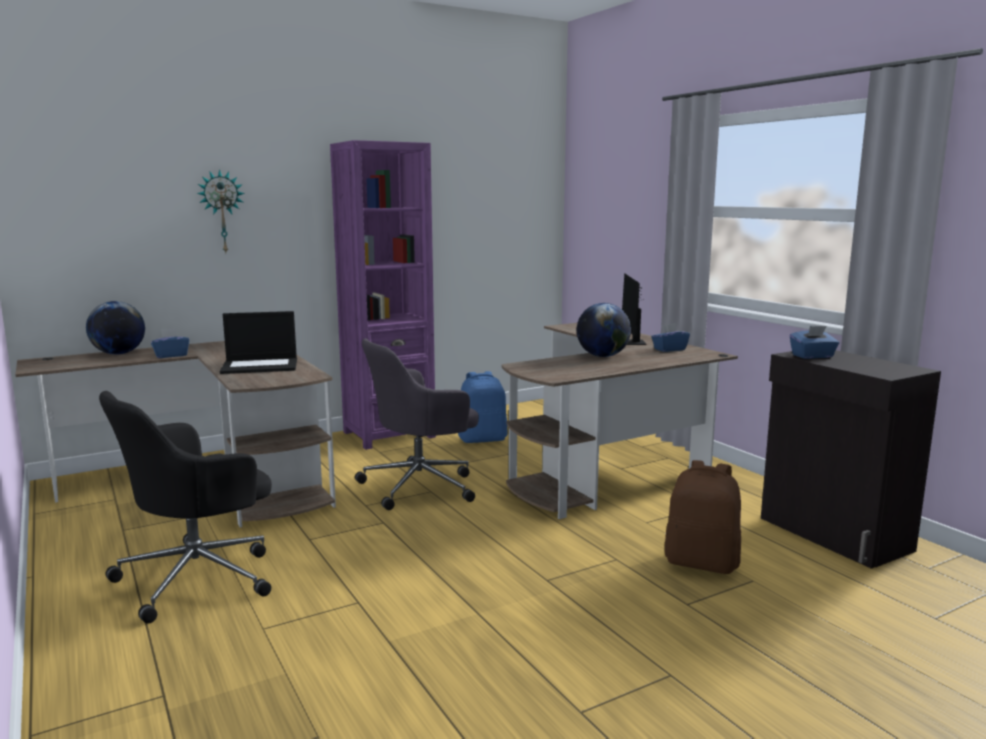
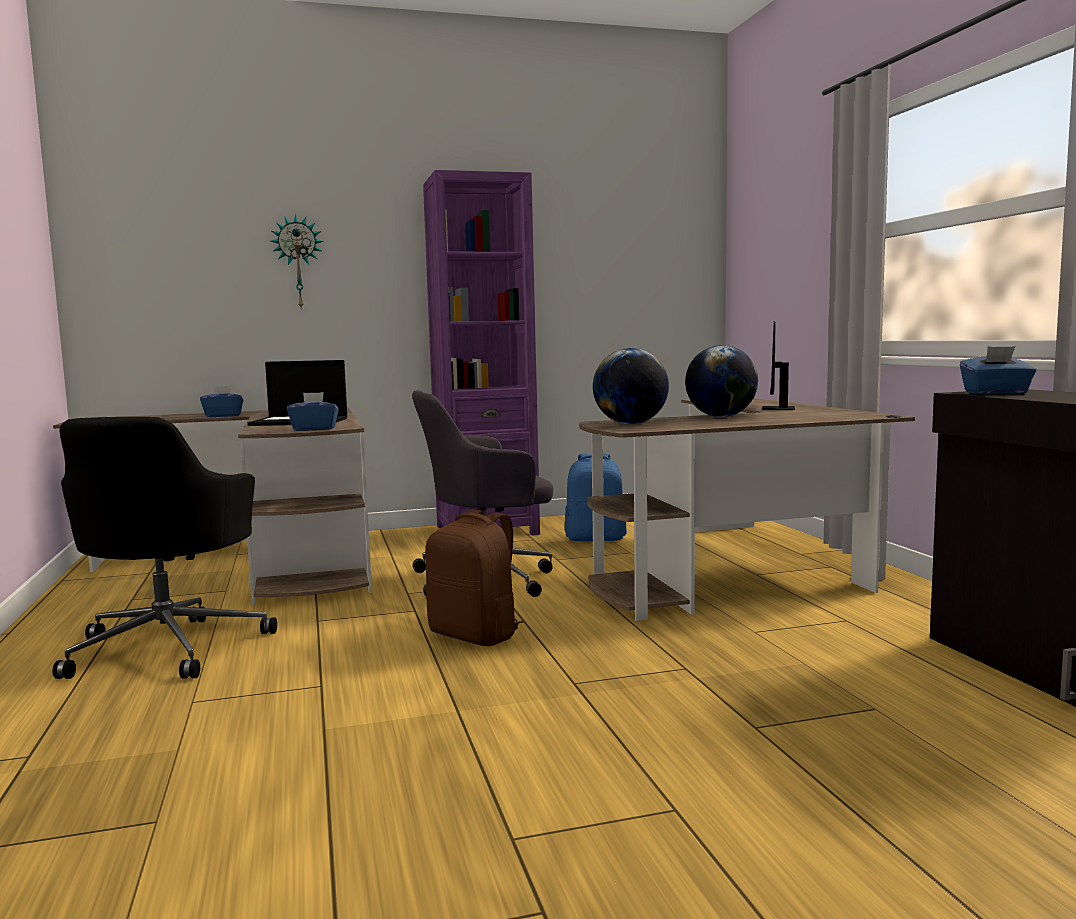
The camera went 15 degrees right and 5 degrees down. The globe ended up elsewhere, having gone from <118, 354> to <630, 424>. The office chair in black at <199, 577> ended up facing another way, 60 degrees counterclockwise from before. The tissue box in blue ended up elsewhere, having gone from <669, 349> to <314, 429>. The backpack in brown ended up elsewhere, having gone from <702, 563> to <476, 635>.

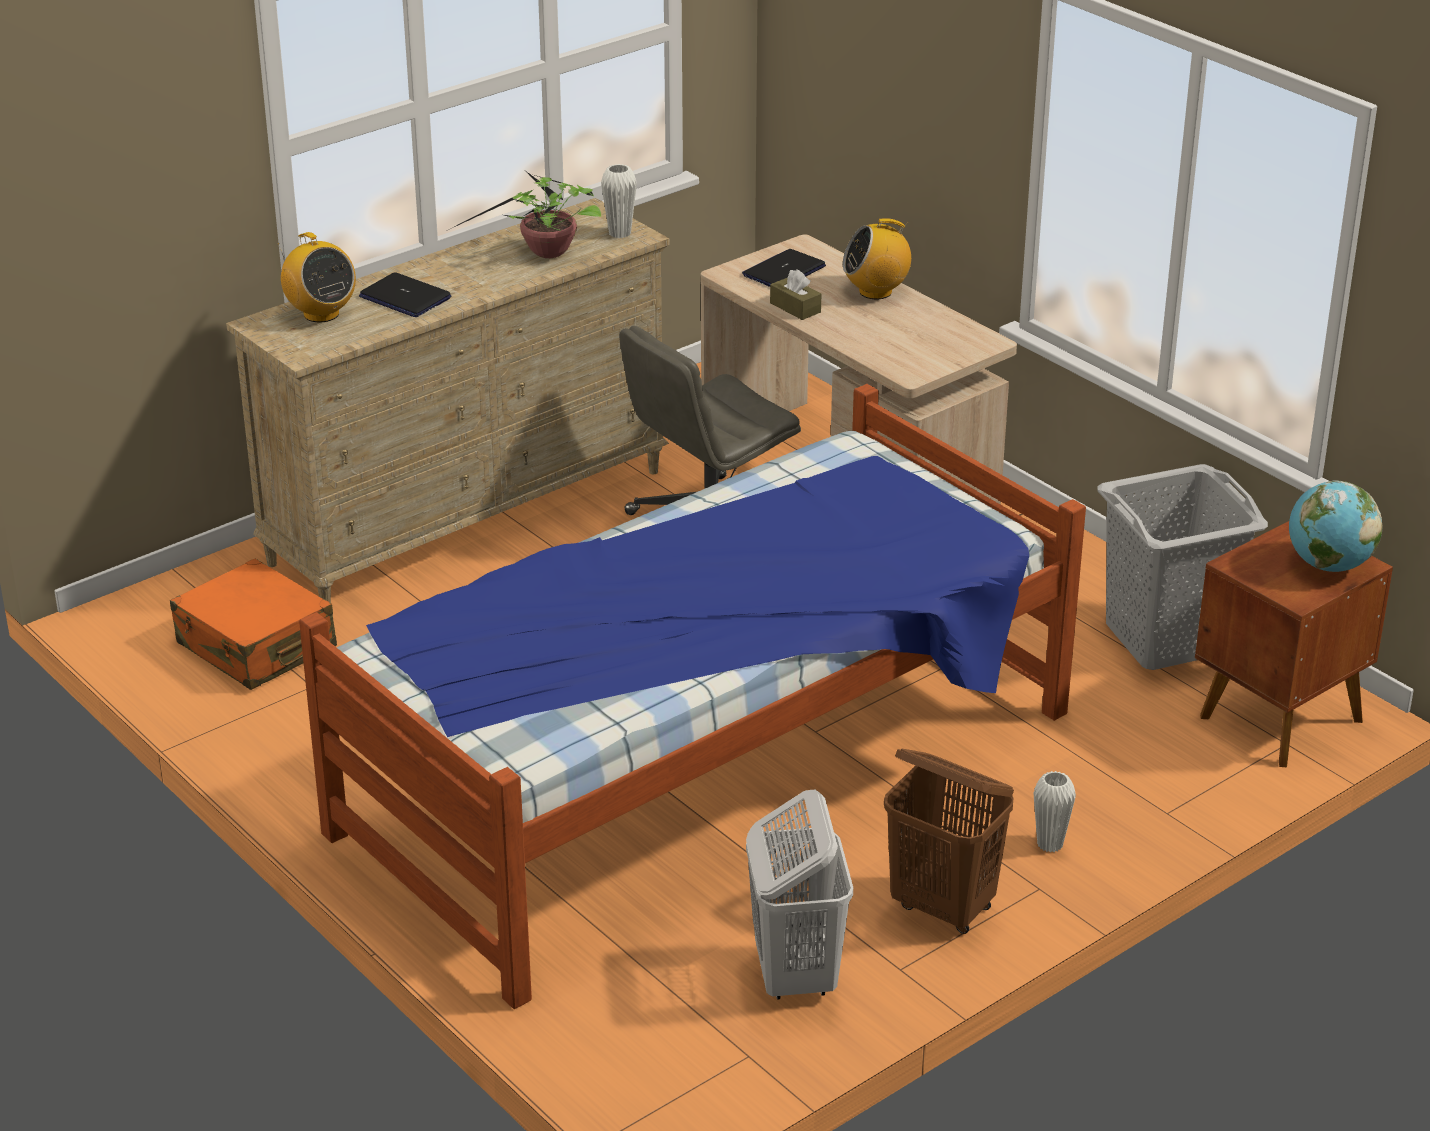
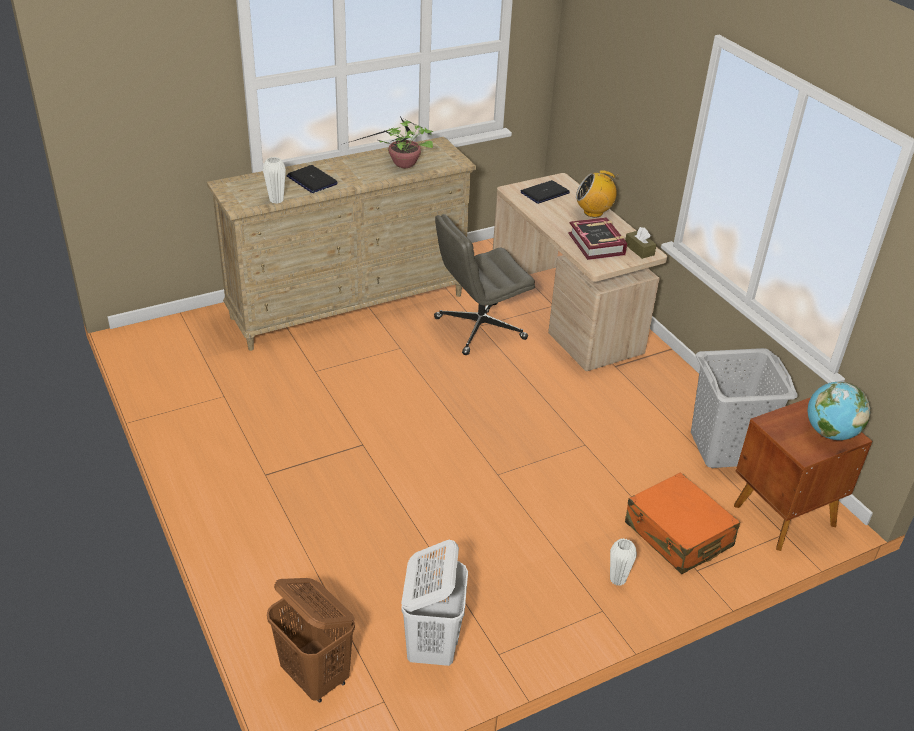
The camera went 10 degrees right and 5 degrees up. The suitcase in orange ended up elsewhere, having gone from <256, 646> to <678, 535>. The second view lost the radio at <321, 314>. The second view lost the bed at <709, 774>. The vase in white ended up elsewhere, having gone from <619, 233> to <276, 200>. The tissue box in brown ended up elsewhere, having gone from <795, 307> to <639, 250>. The laundry basket in brown ended up elsewhere, having gone from <943, 908> to <316, 677>. The second view gained the book at <597, 244>.

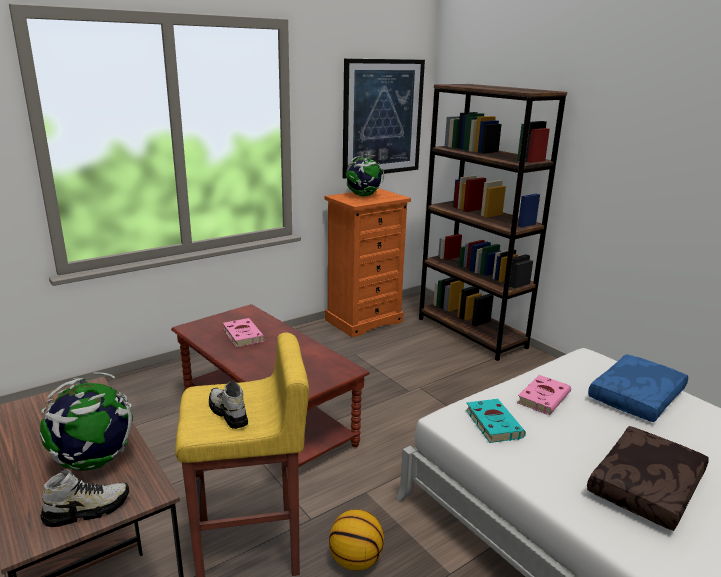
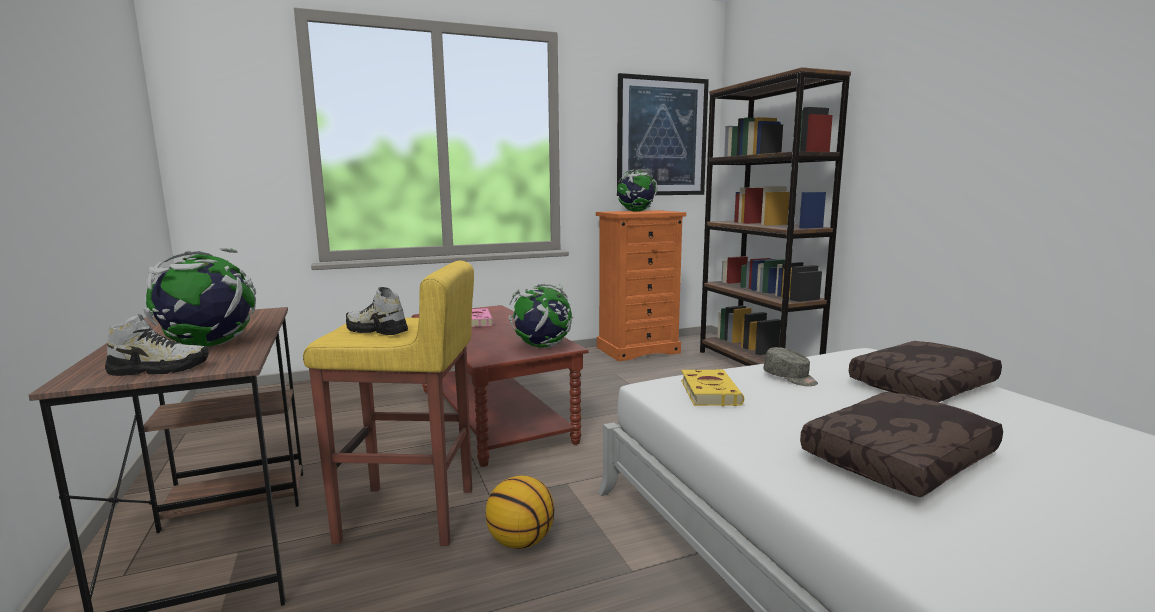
The camera went 15 degrees right and 10 degrees down. The shoe at <228, 413> ended up facing another way, 45 degrees counterclockwise from before. What was the book in turquoise at <492, 423> turned into the book in yellow at <709, 391>. Where the book in pink stood at <544, 397>, the cap in grey came to stand at <790, 378>. What was the pillow in blue at <637, 397> turned into the pillow in brown at <924, 386>. The second view gained the globe at <542, 346>.

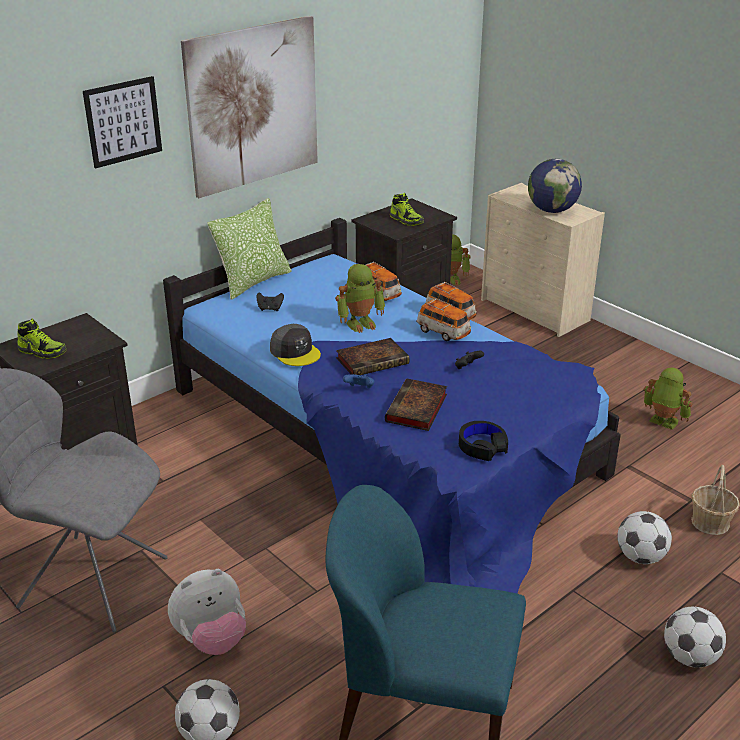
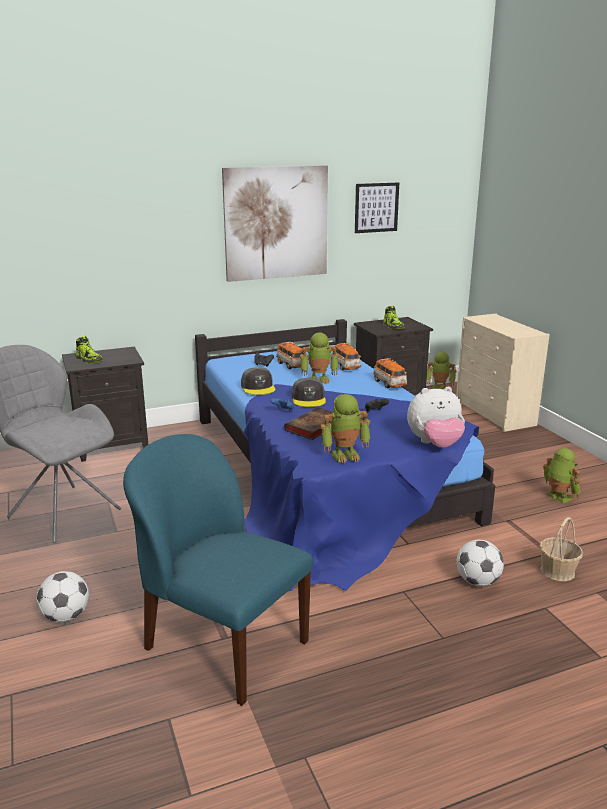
The camera went 20 degrees right and 10 degrees down. The picture ended up elsewhere, having gone from <123, 121> to <376, 207>. The plush toy ended up elsewhere, having gone from <211, 639> to <435, 444>. The second view lost the pillow at <253, 282>. Where the book stood at <373, 361>, the cap in grey came to stand at <309, 399>. The toy car ended up elsewhere, having gone from <443, 332> to <291, 365>. Where the headphones in black stood at <482, 446>, the toy robot came to stand at <345, 454>. The second view lost the globe at <552, 210>. The second view lost the football at <689, 657>.

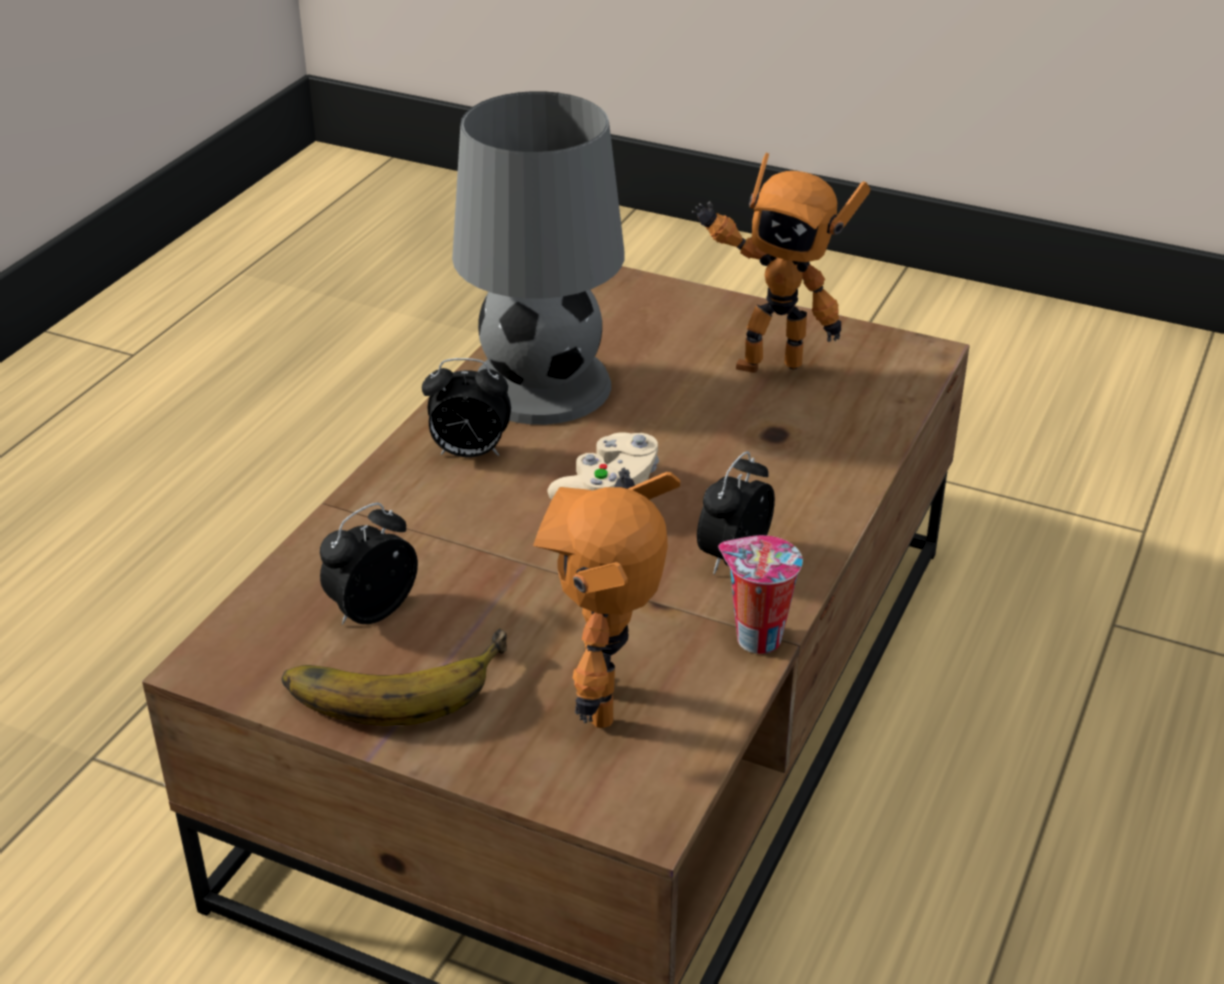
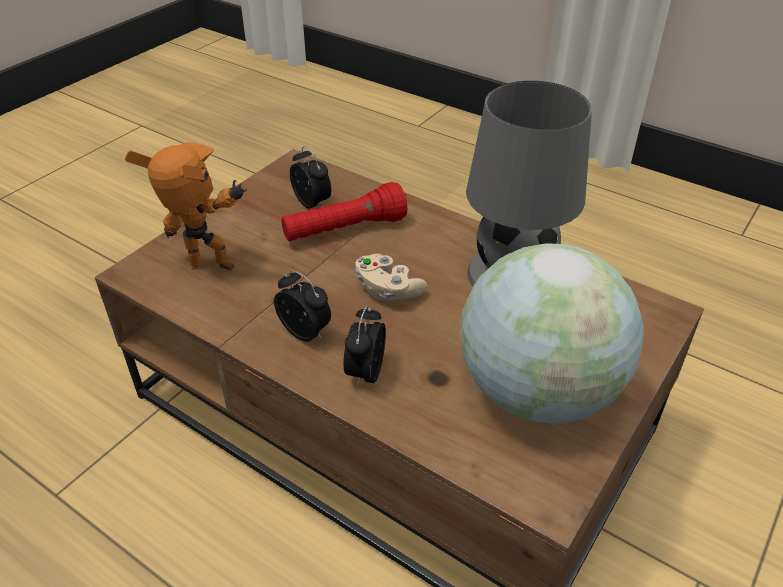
The camera went 100 degrees right and 5 degrees up. The second view lost the banana at <395, 678>. The alarm clock ended up elsewhere, having gone from <469, 453> to <365, 372>. Where the toy robot stood at <767, 362>, the globe came to stand at <538, 392>. The second view lost the cup at <755, 639>. The second view gained the flashlight in red at <344, 230>.

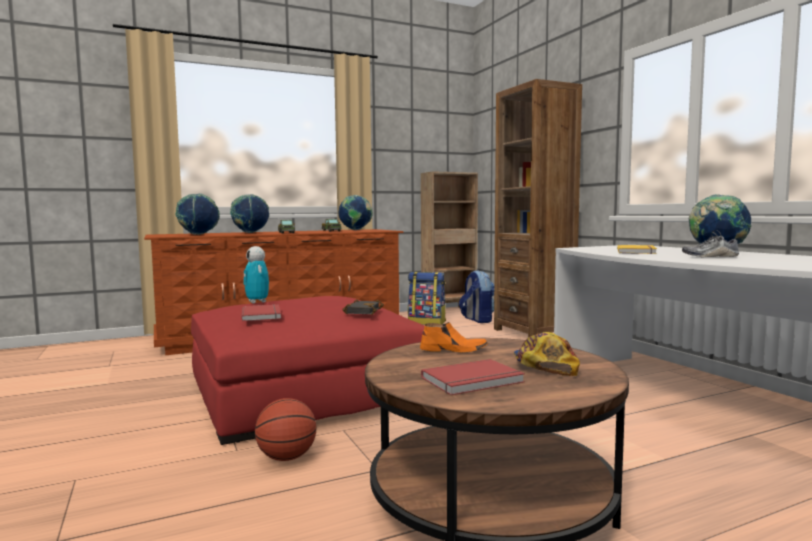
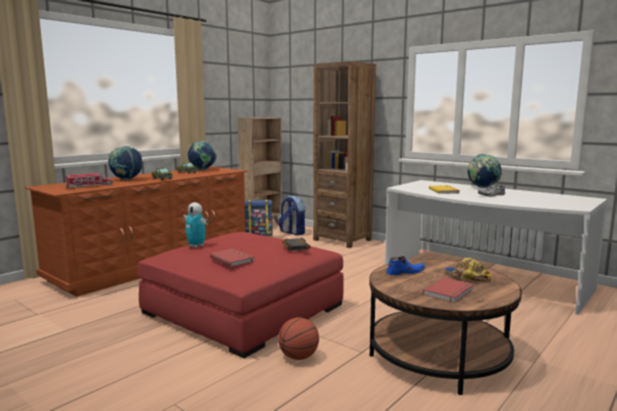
The camera went 25 degrees left and 5 degrees up. Where the globe stood at <198, 234>, the toy truck came to stand at <89, 186>. What was the shoe in orange at <453, 350> turned into the shoe in blue at <405, 272>.

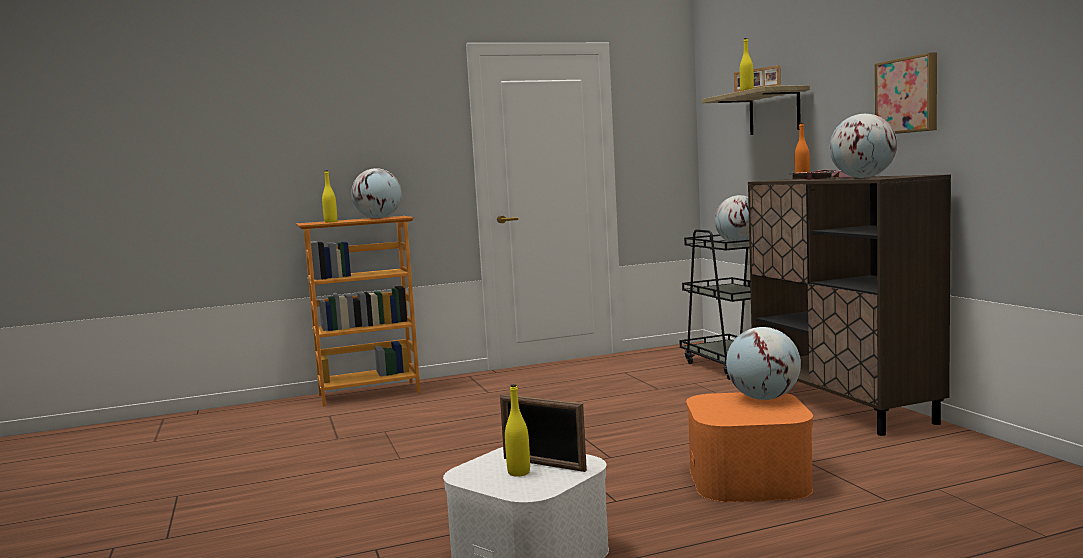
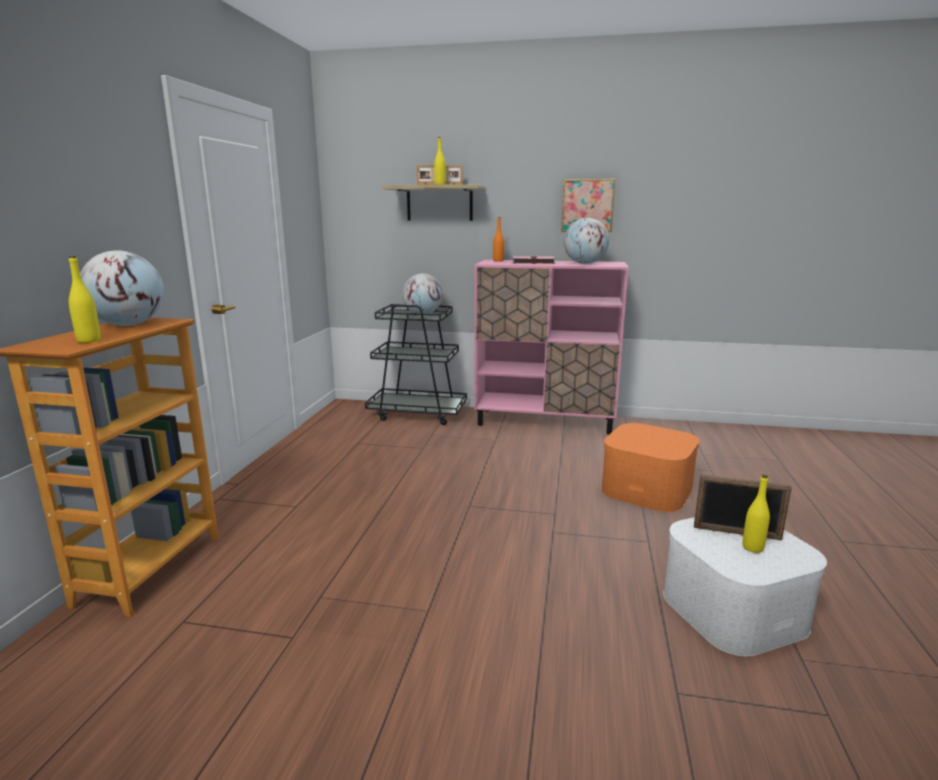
The camera went 60 degrees left and 10 degrees up. The picture frame at <543, 464> ended up facing another way, 45 degrees clockwise from before. The second view lost the globe at <764, 398>. What was the cabinet in brown at <842, 404> turned into the cabinet in pink at <545, 421>.

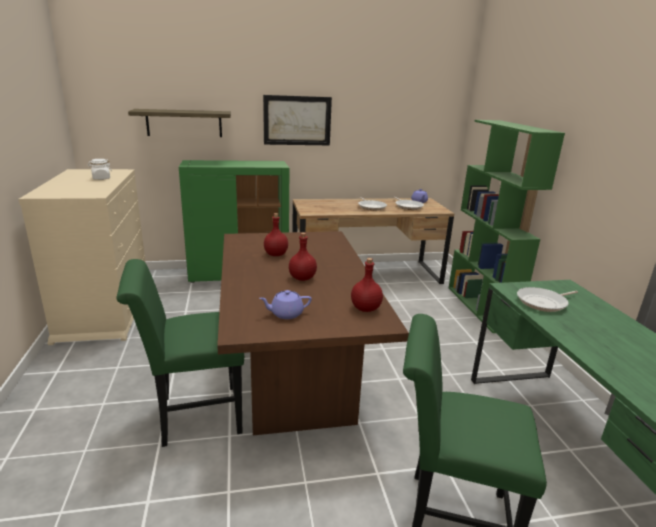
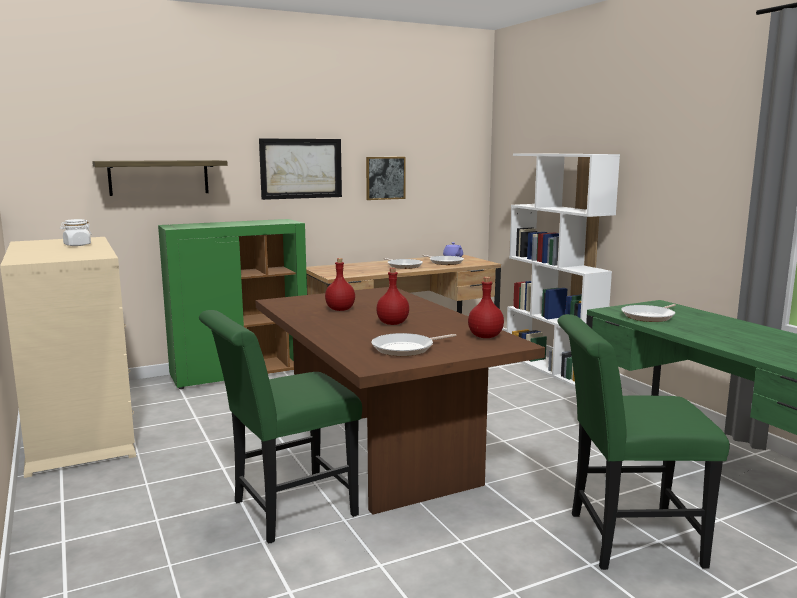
The camera went 15 degrees left and 10 degrees down. Where the teapot in purple stood at <286, 314>, the frying pan came to stand at <406, 349>. What was the bookcase in green at <481, 308> turned into the bookcase in white at <552, 368>. The second view gained the picture at <385, 178>.

